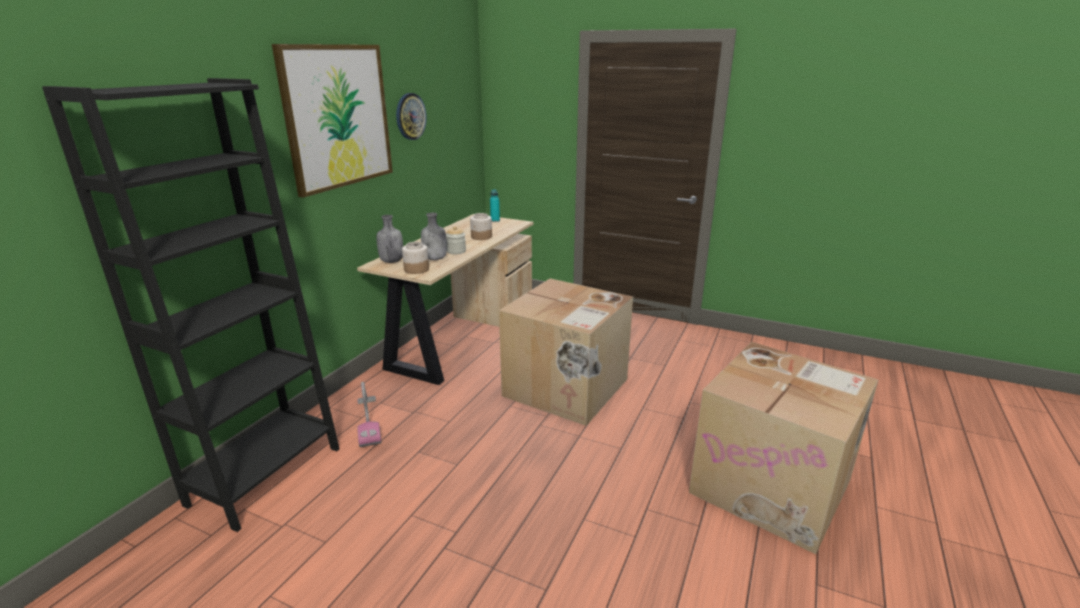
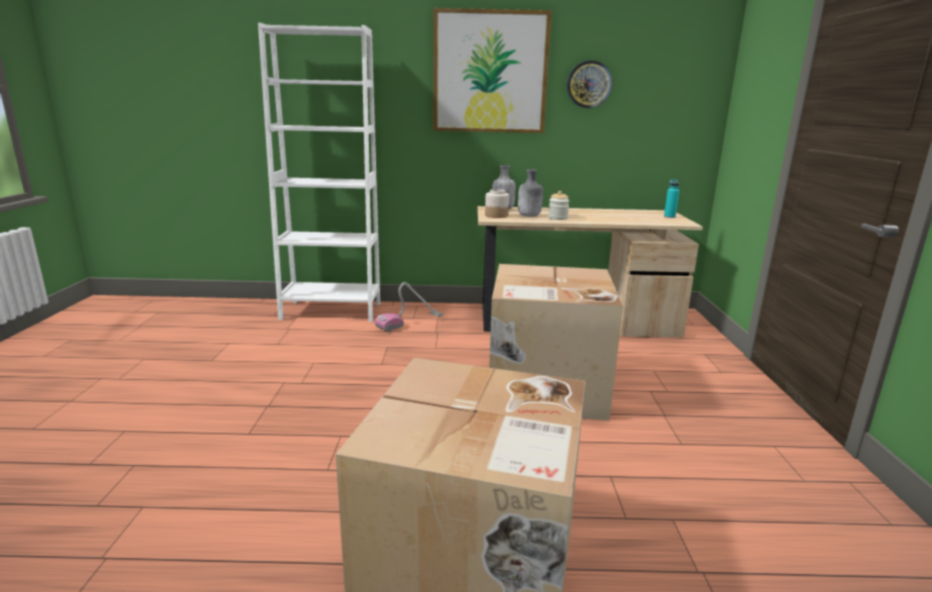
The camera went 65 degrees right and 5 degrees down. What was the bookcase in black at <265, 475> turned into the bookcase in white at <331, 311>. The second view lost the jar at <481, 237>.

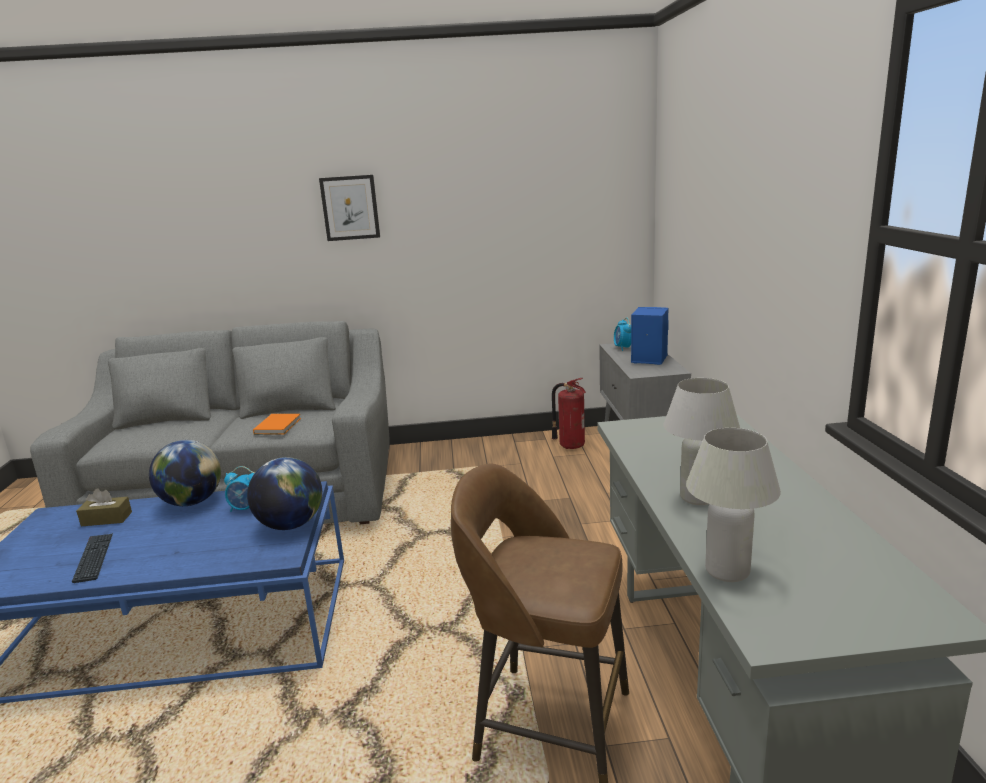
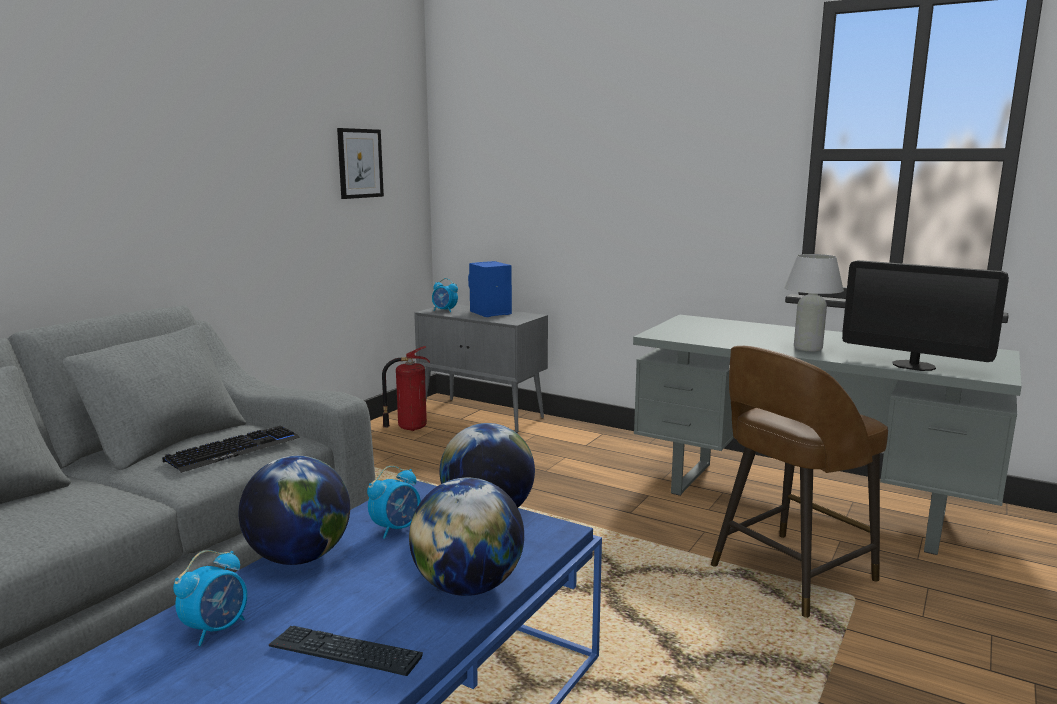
The camera went 55 degrees left and 5 degrees down. Where the tissue box in brown stood at <106, 519>, the alarm clock came to stand at <217, 629>. Where the book in orange stood at <279, 425>, the keyboard came to stand at <234, 450>. The picture ended up elsewhere, having gone from <350, 208> to <360, 163>. Where the table lamp in white stood at <727, 571>, the monitor came to stand at <913, 365>. The second view gained the globe at <468, 586>.

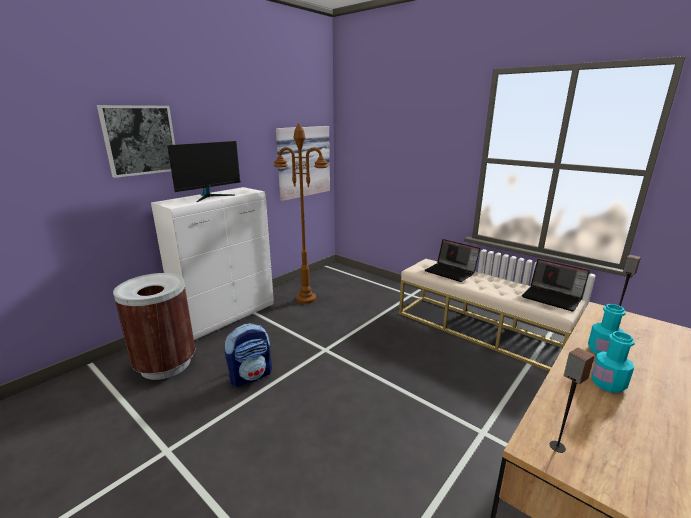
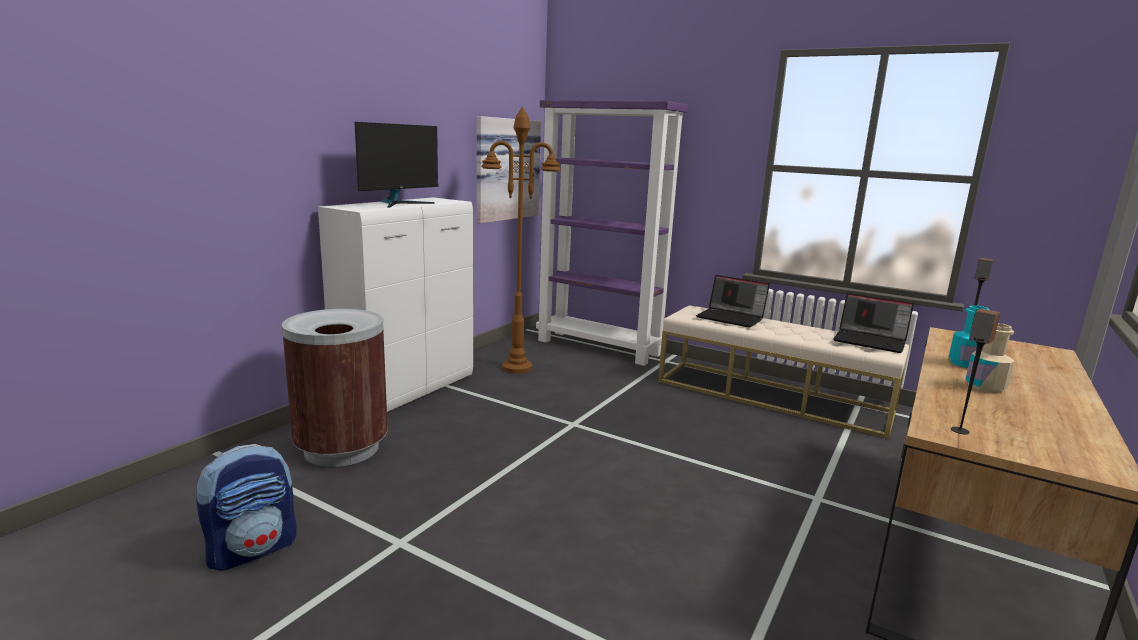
The camera went 10 degrees left and 5 degrees down. The second view lost the picture at <140, 140>. The backpack ended up elsewhere, having gone from <251, 376> to <253, 549>. What was the bottle in turquoise at <608, 384> turned into the bottle in beige at <985, 387>. The second view gained the bookcase in purple at <600, 347>.

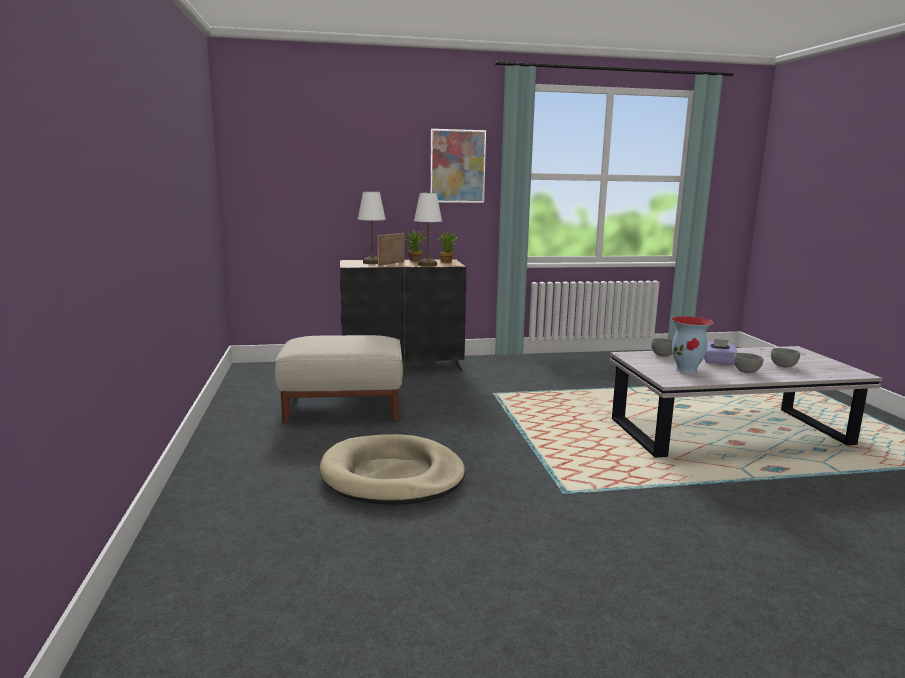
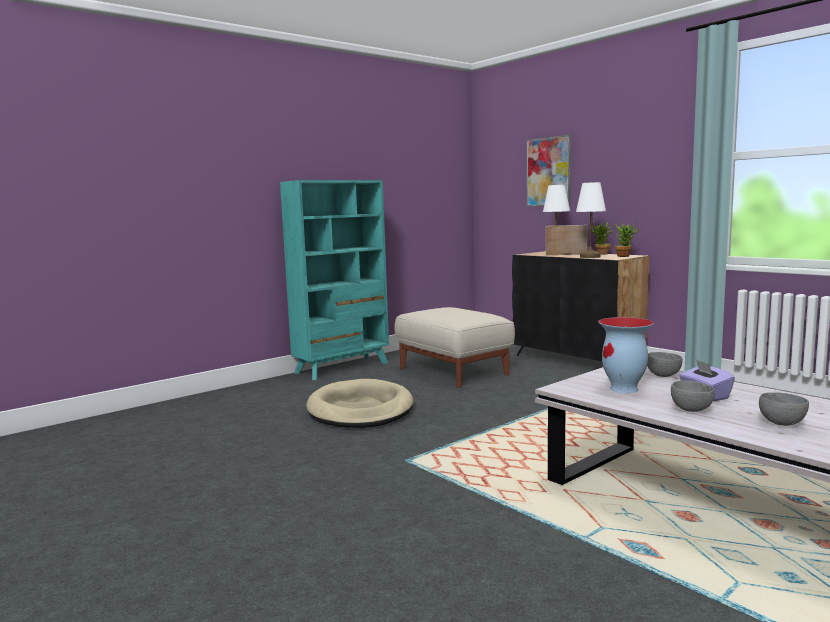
The camera went 60 degrees right and 5 degrees down. The picture ended up elsewhere, having gone from <457, 166> to <549, 172>. The second view gained the bookcase in turquoise at <343, 368>.

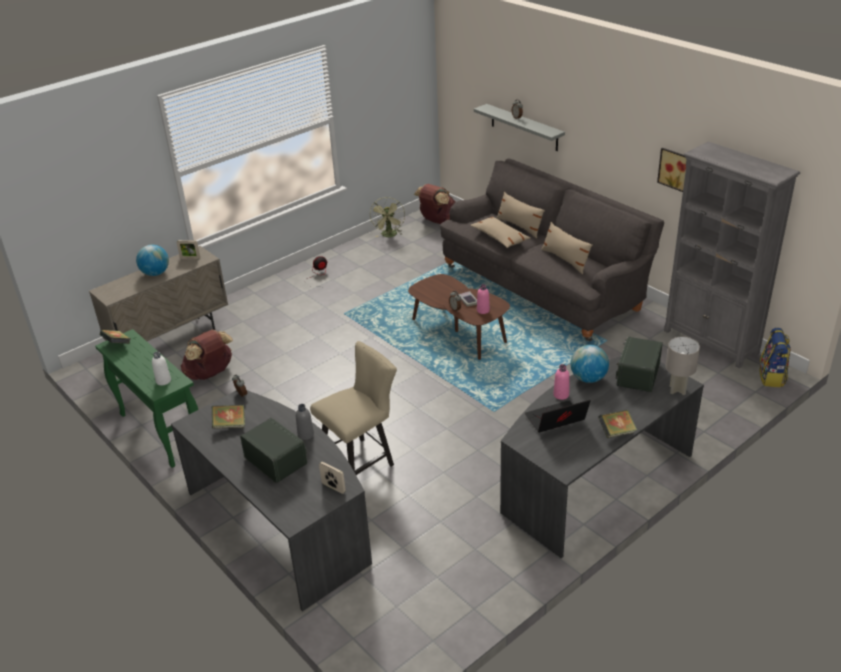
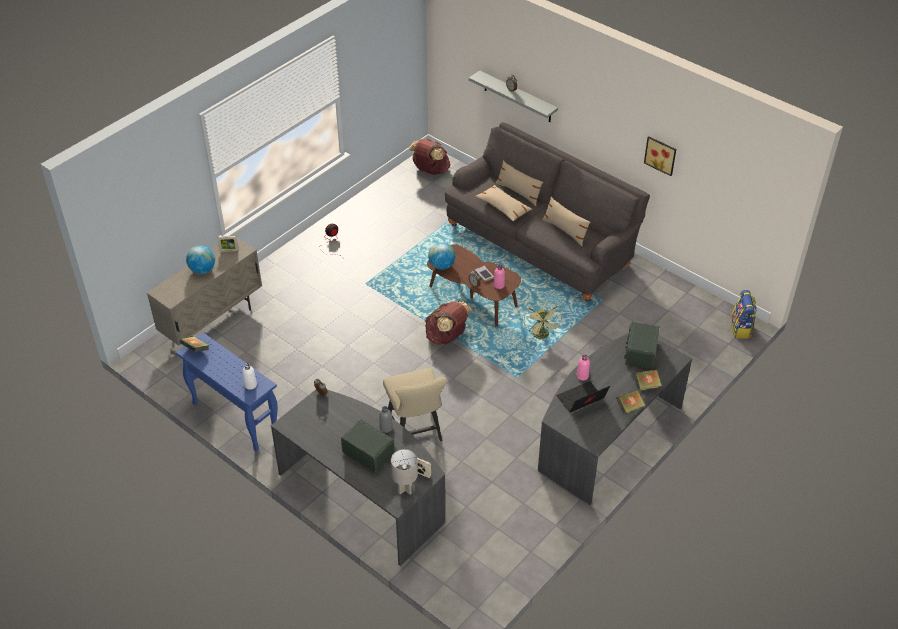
The camera went 10 degrees left and 10 degrees up. What was the console table in green at <160, 432> turned into the console table in blue at <234, 418>. The backpack in brown ended up elsewhere, having gone from <210, 374> to <447, 337>. The book ended up elsewhere, having gone from <230, 425> to <646, 385>. The chair in beige at <361, 461> ended up facing another way, 120 degrees clockwise from before. The fan in green ended up elsewhere, having gone from <389, 235> to <542, 336>. The globe ended up elsewhere, having gone from <588, 378> to <441, 266>. The second view lost the bookcase in grey at <711, 342>. The table lamp in grey ended up elsewhere, having gone from <677, 389> to <405, 489>.

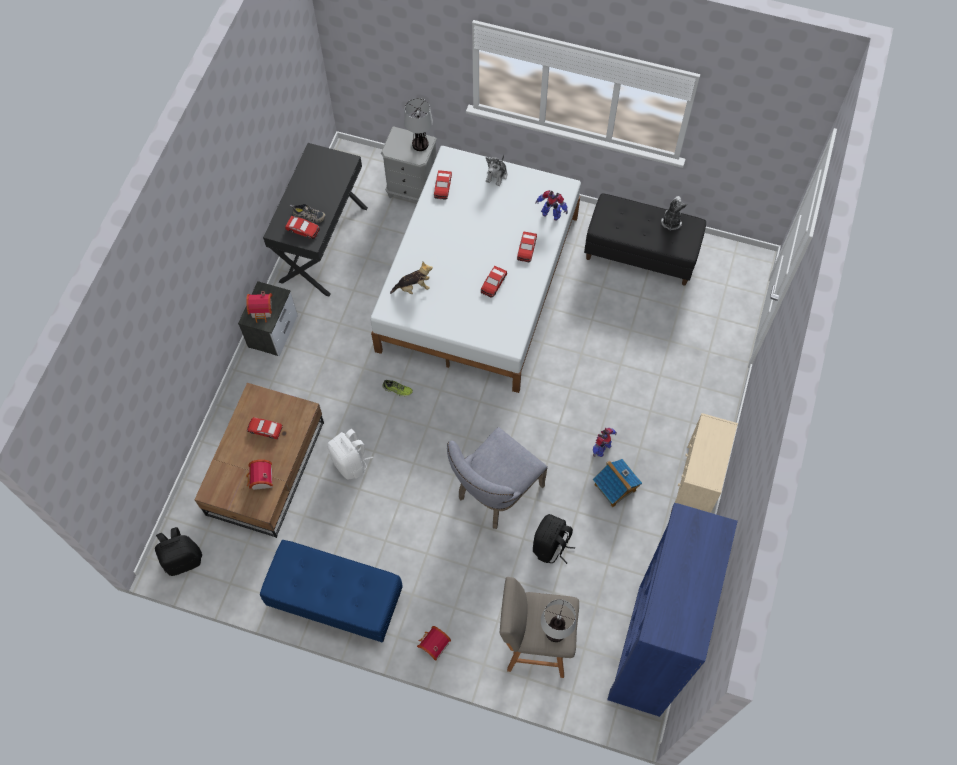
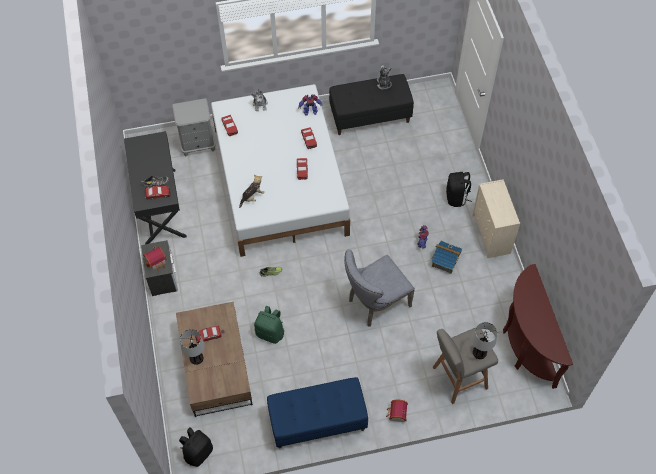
The camera went 30 degrees left and 5 degrees down. The second view lost the toy house at <260, 480>. What was the backpack in white at <351, 463> turned into the backpack in green at <270, 333>. The table lamp ended up elsewhere, having gone from <420, 144> to <196, 358>. The chair in grey at <495, 494> ended up facing another way, 45 degrees clockwise from before. The backpack in black ended up elsewhere, having gone from <551, 546> to <456, 197>. Where the bookcase in blue stood at <648, 650>, the console table in brown came to stand at <526, 345>.

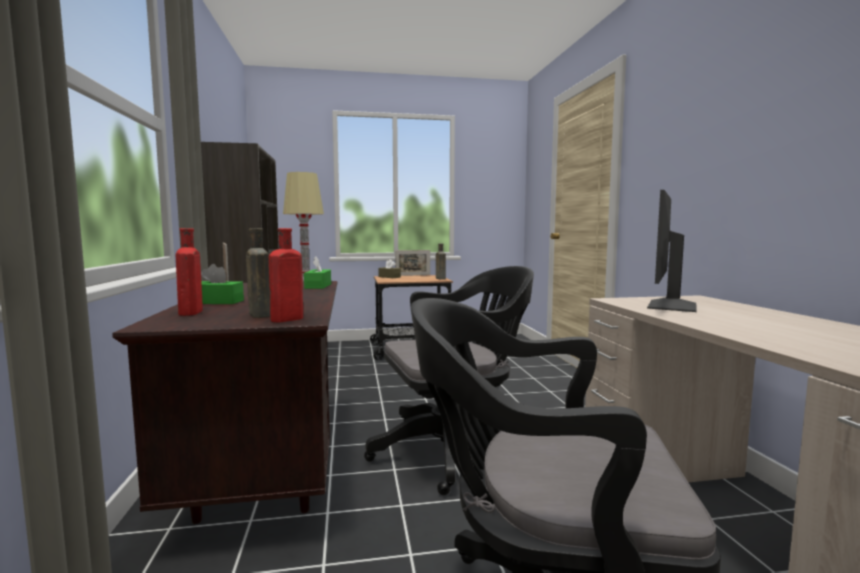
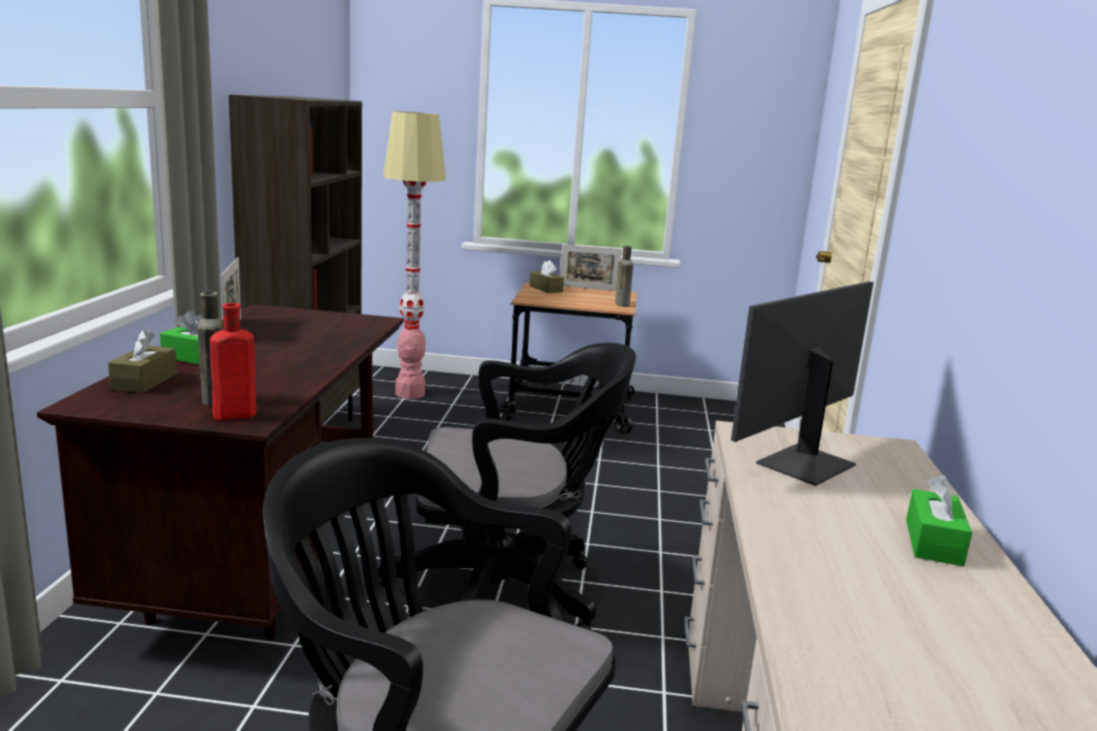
The camera went 15 degrees right and 10 degrees up. Where the bottle in red stood at <190, 313>, the tissue box in brown came to stand at <144, 381>. The tissue box in green ended up elsewhere, having gone from <318, 286> to <933, 542>.

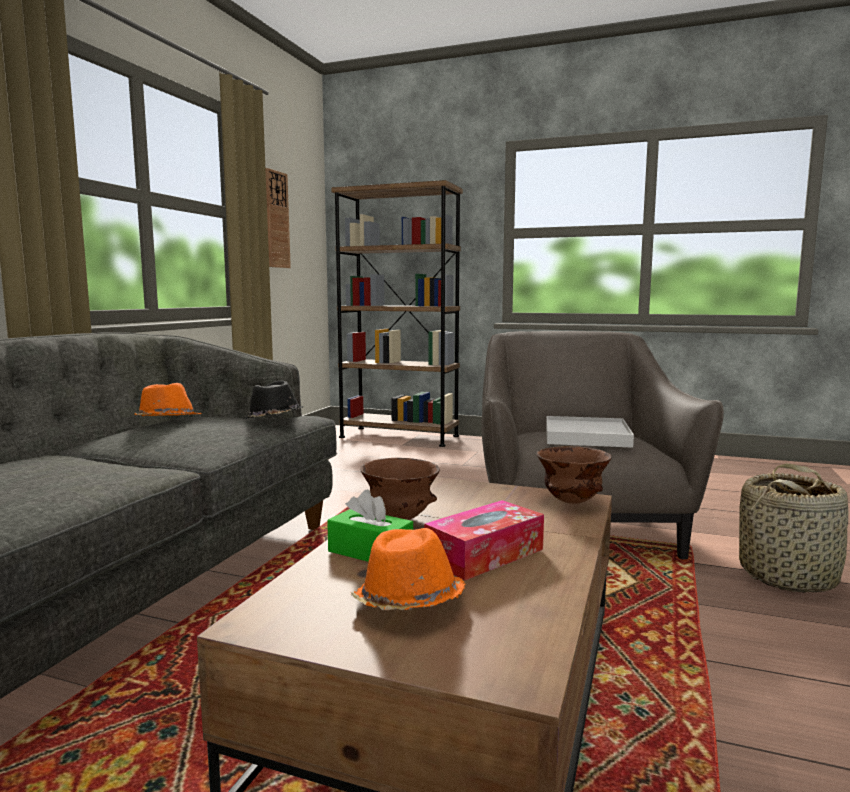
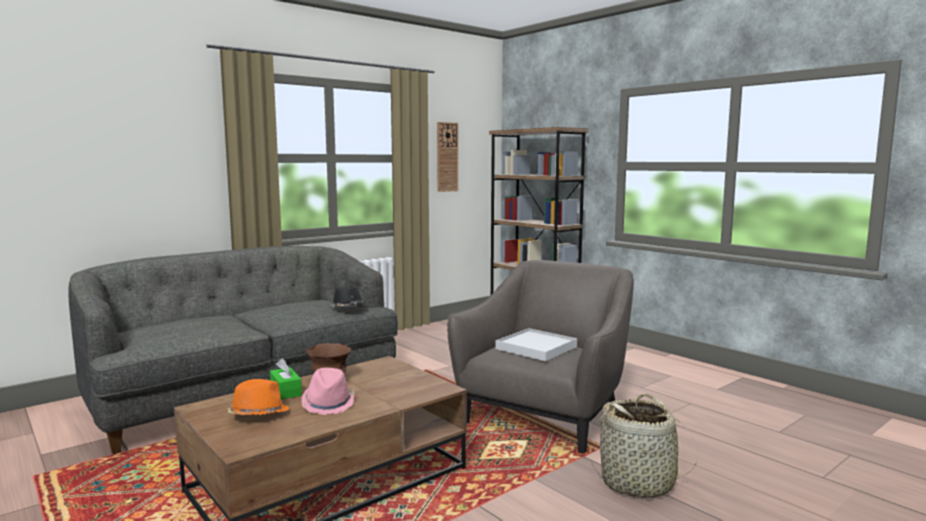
The camera went 30 degrees right and 0 degrees up. The second view lost the hat in orange at <167, 421>. Where the tissue box stood at <484, 554>, the hat in pink came to stand at <328, 404>. The second view lost the bowl in brown at <570, 502>.

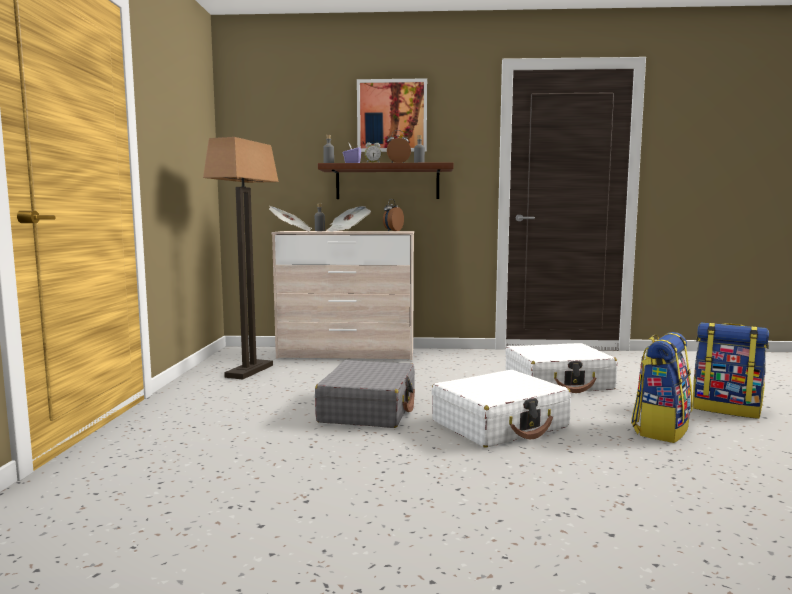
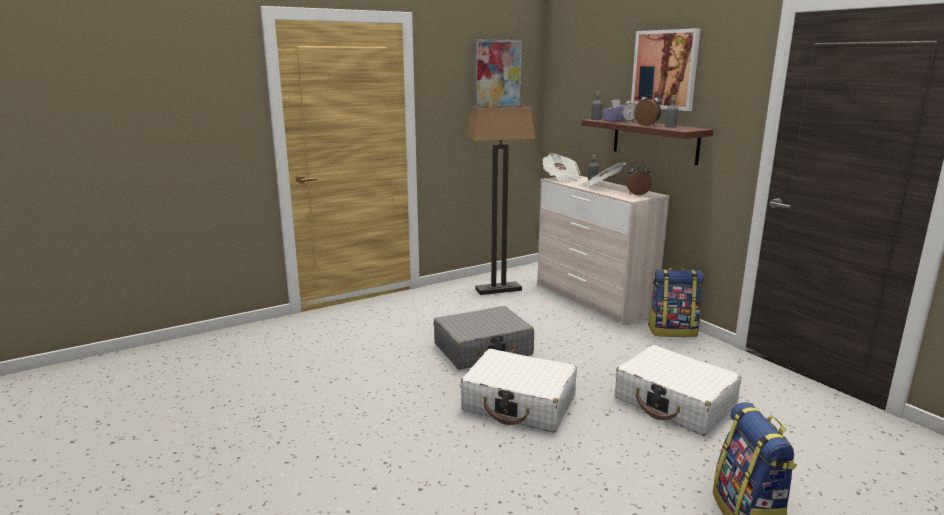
The camera went 55 degrees right and 10 degrees up. The backpack ended up elsewhere, having gone from <660, 429> to <672, 331>. The second view gained the picture at <497, 76>.

